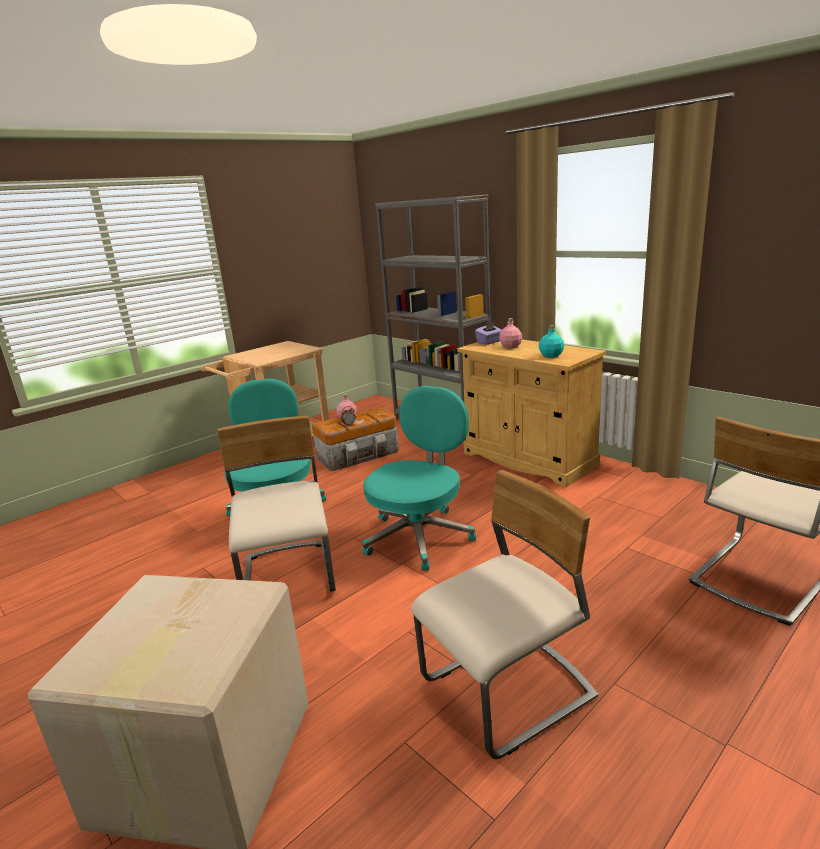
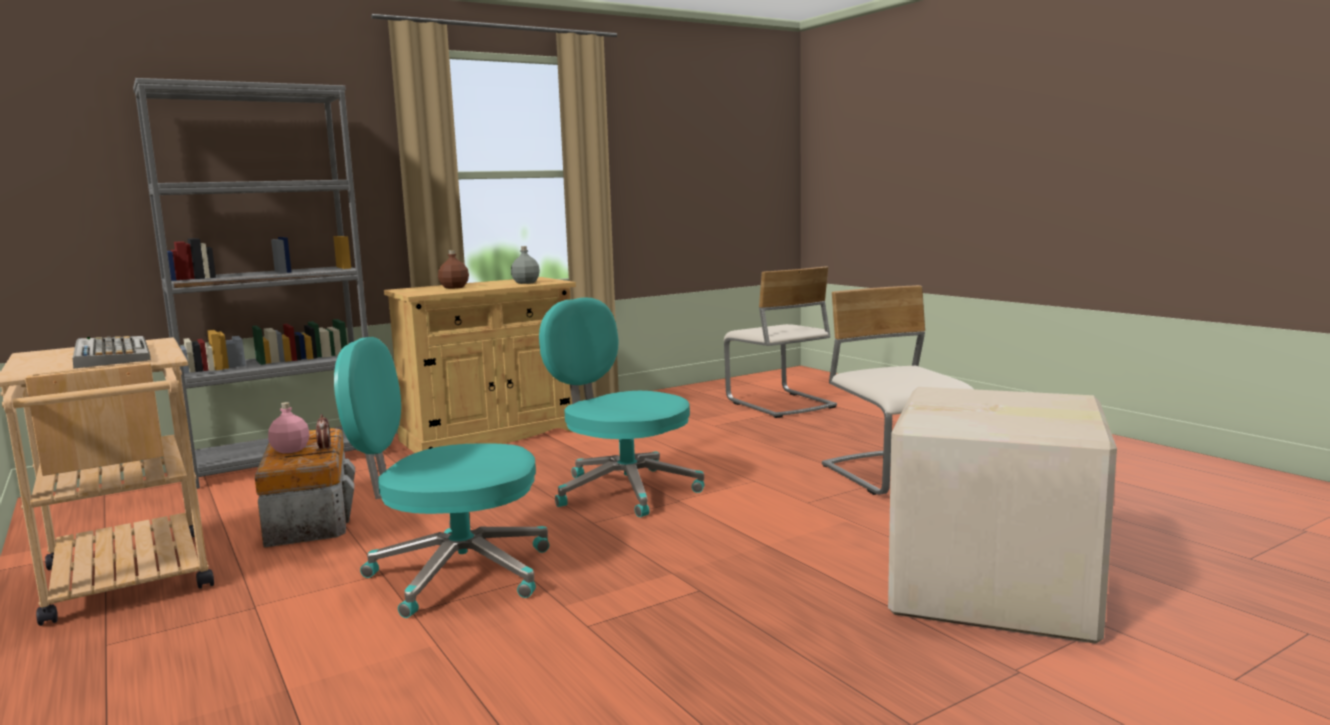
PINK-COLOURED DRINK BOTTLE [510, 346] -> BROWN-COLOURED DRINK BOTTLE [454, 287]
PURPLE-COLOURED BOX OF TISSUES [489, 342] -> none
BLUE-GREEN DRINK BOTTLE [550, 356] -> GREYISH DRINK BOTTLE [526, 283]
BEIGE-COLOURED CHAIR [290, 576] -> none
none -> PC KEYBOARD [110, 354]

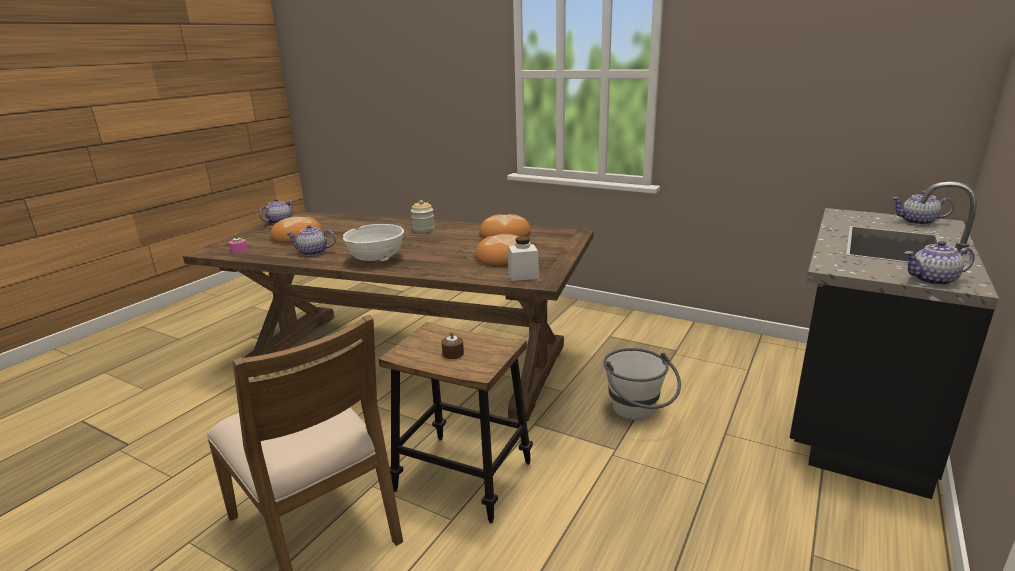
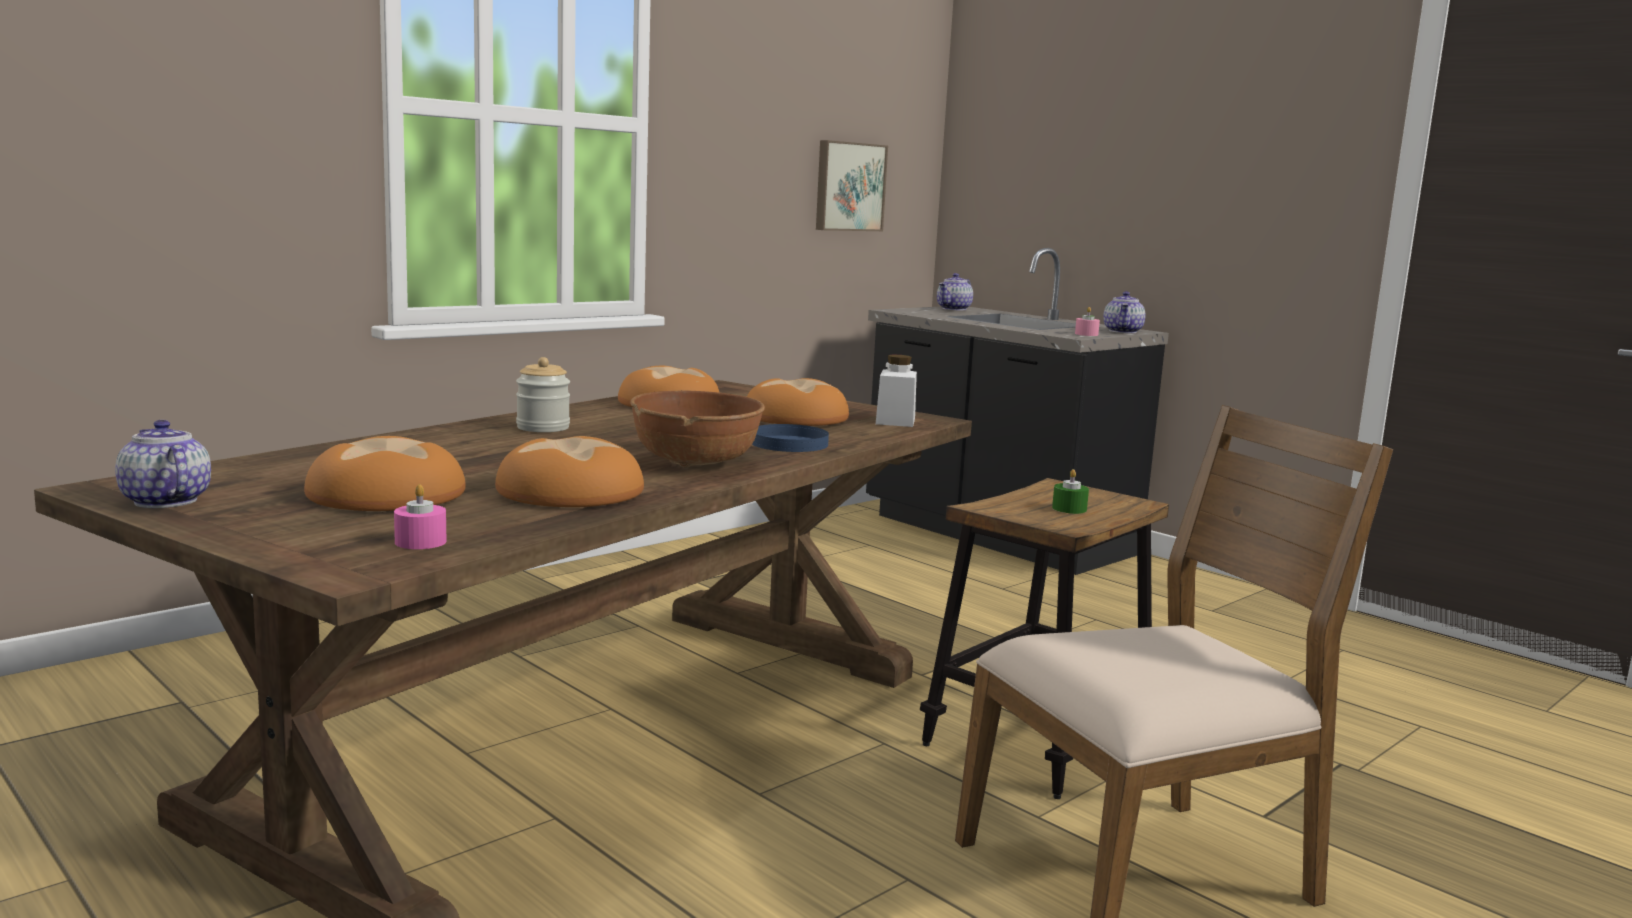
WHITISH DEEP DISH [376, 258] -> BROWN-COLOURED DEEP DISH [696, 463]
POT FOR TEA [313, 252] -> BREAD [572, 492]
BROWN-COLOURED WAX LIGHT [453, 353] -> GREEN WAX LIGHT [1069, 509]
WHITISH PAIL [637, 413] -> none
none -> WALL PICTURE [848, 186]
none -> PINK-COLOURED WAX LIGHT [1086, 334]
none -> BLUE DINNER PLATE [788, 443]

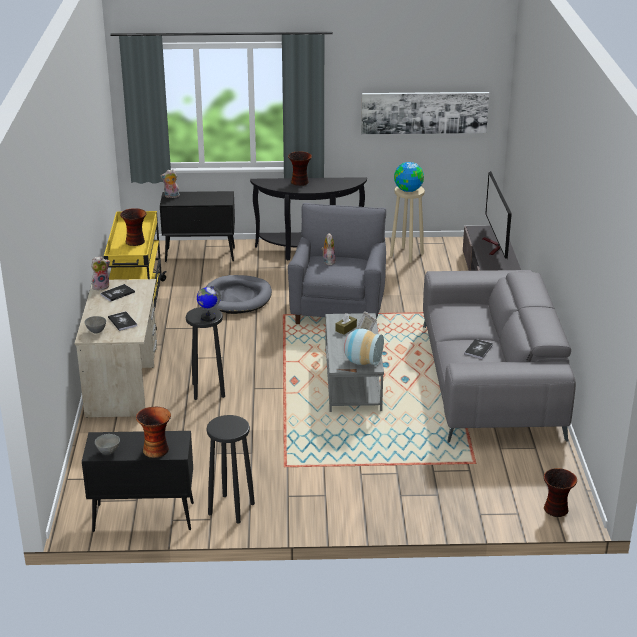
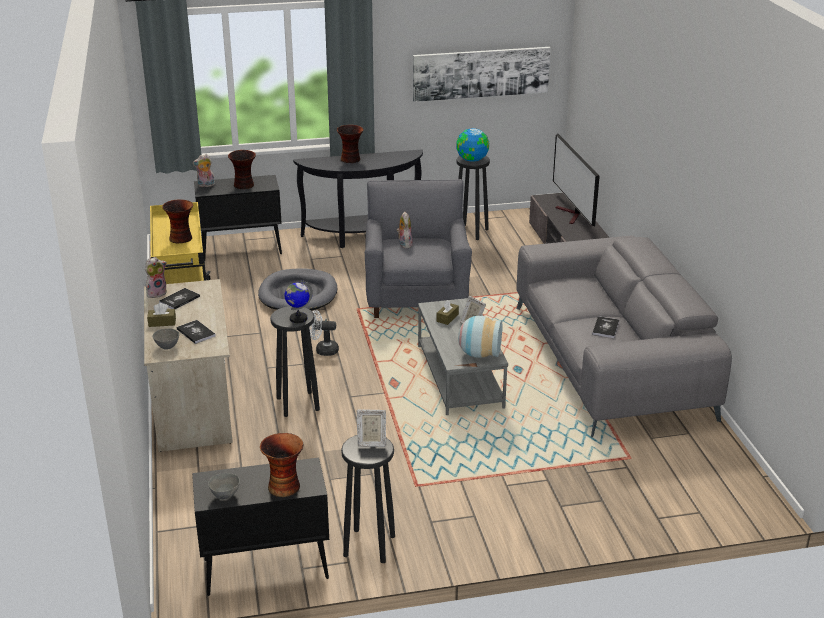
BEIGE-COLOURED SITTING STOOL [407, 255] -> BLACKISH SITTING STOOL [471, 232]
DECORATIVE VASE [556, 510] -> DECORATIVE VASE [244, 185], relocated
none -> BROWN-COLOURED BOX OF TISSUES [162, 322]
none -> WHITISH FAN [323, 350]
none -> PHOTO FRAME [371, 442]

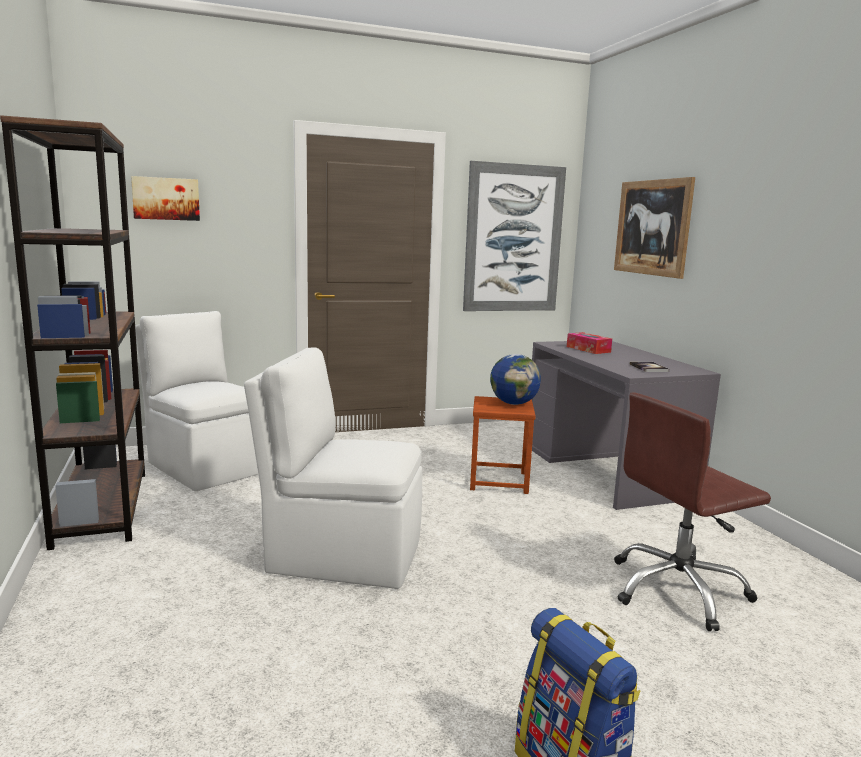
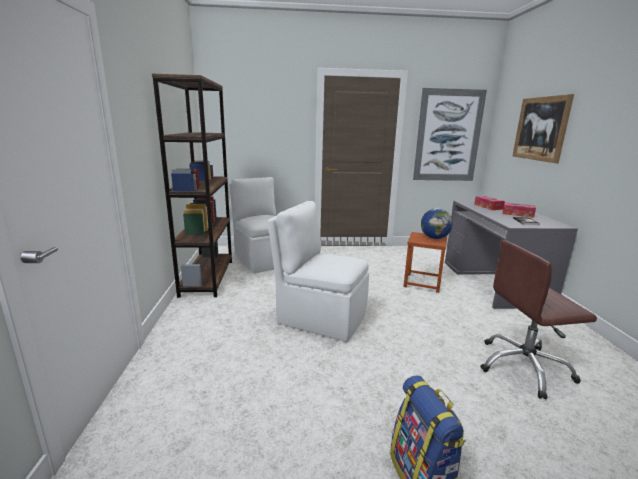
WALL PICTURE [166, 199] -> none
none -> BOX OF TISSUES [517, 214]

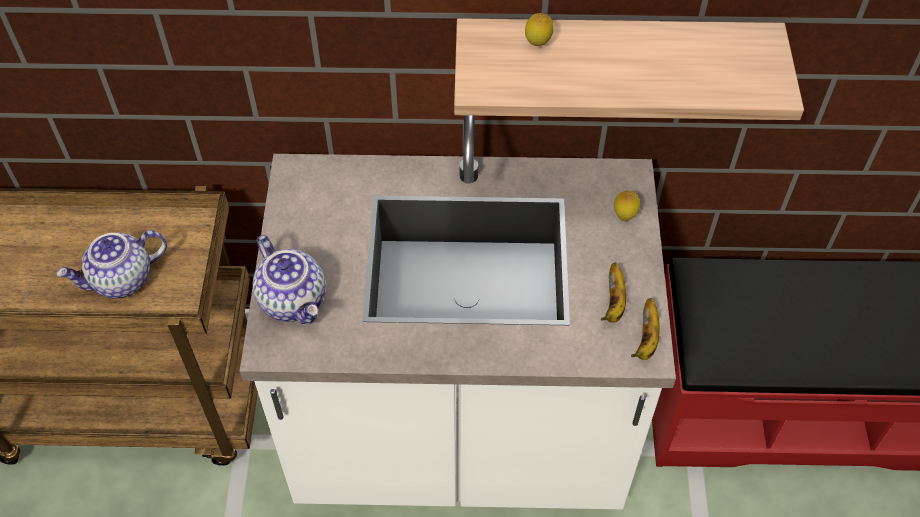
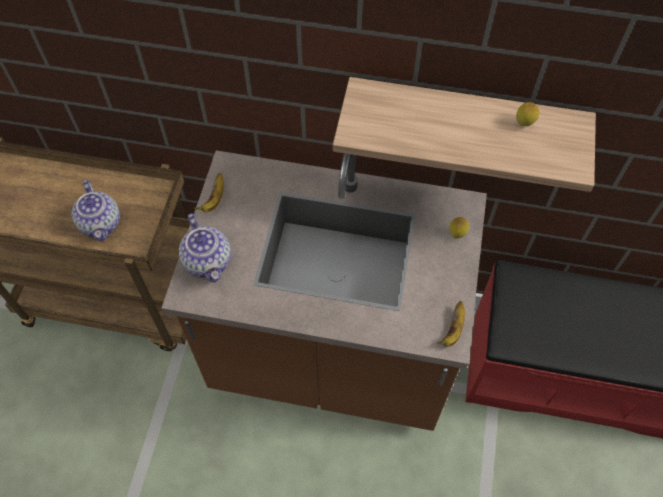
WHOLE LEMON [537, 44] -> WHOLE LEMON [524, 124], relocated
WHITISH KITCHEN BASE UNIT [460, 438] -> BROWN-COLOURED KITCHEN BASE UNIT [331, 358]
POT FOR TEA [122, 280] -> POT FOR TEA [101, 224], 90 degrees counterclockwise
BANANA [614, 303] -> BANANA [214, 200], relocated

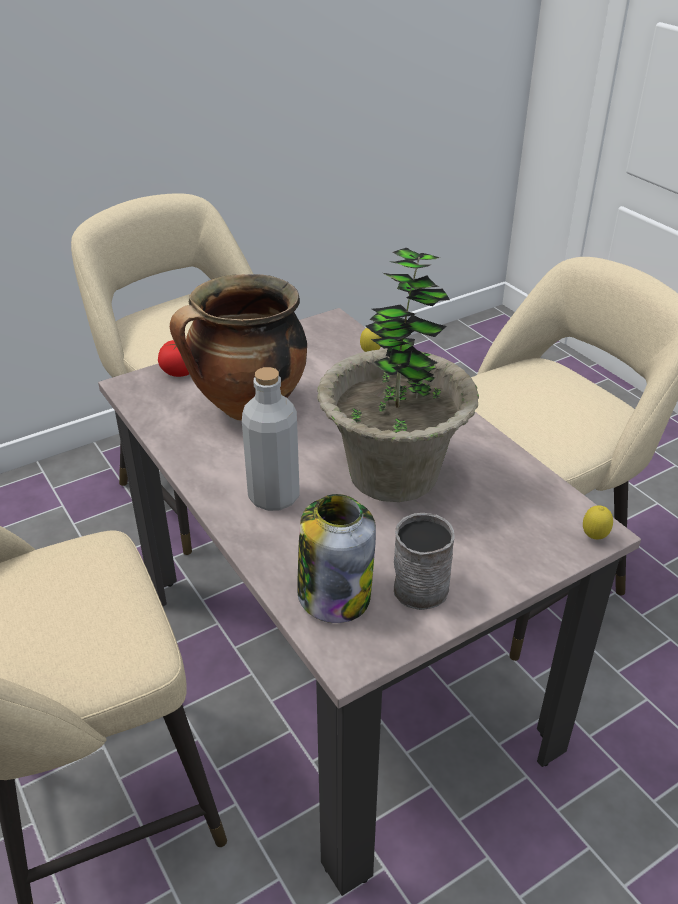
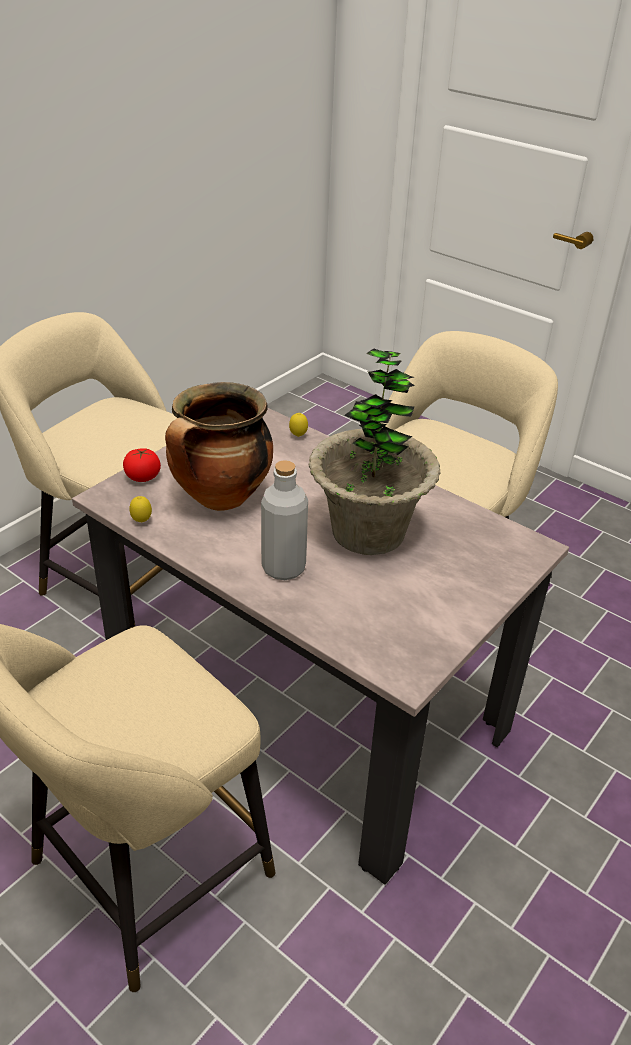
PRESERVE JAR [334, 594] -> none
WHOLE LEMON [594, 538] -> WHOLE LEMON [142, 521], relocated
GREYISH COFFEE MUG [422, 582] -> none

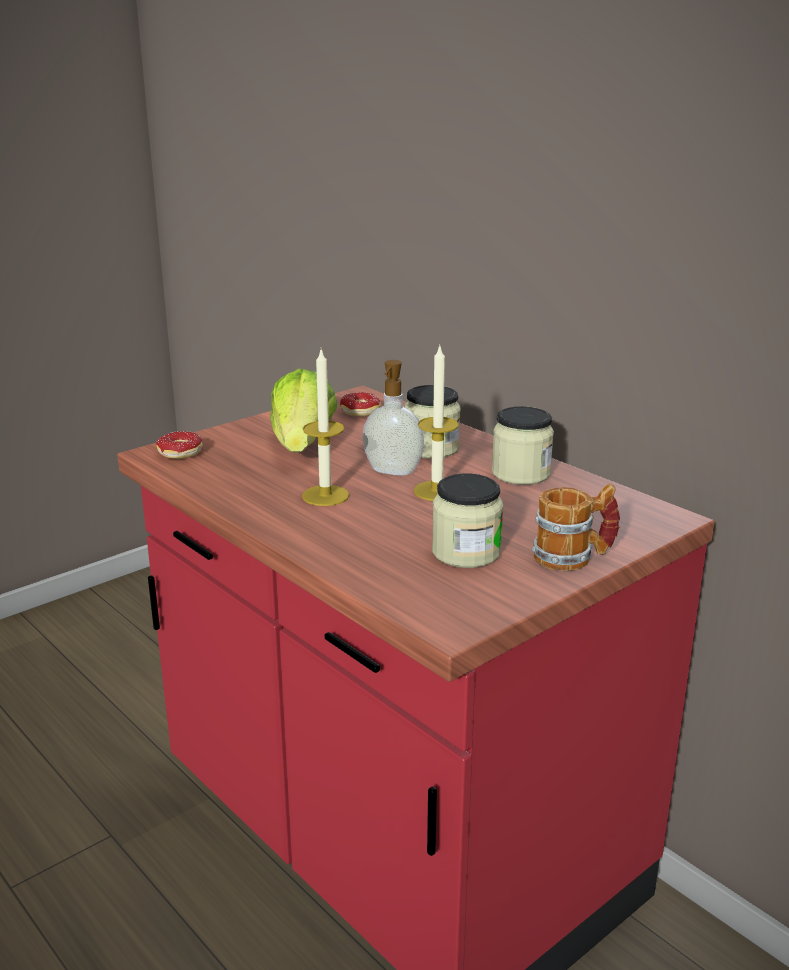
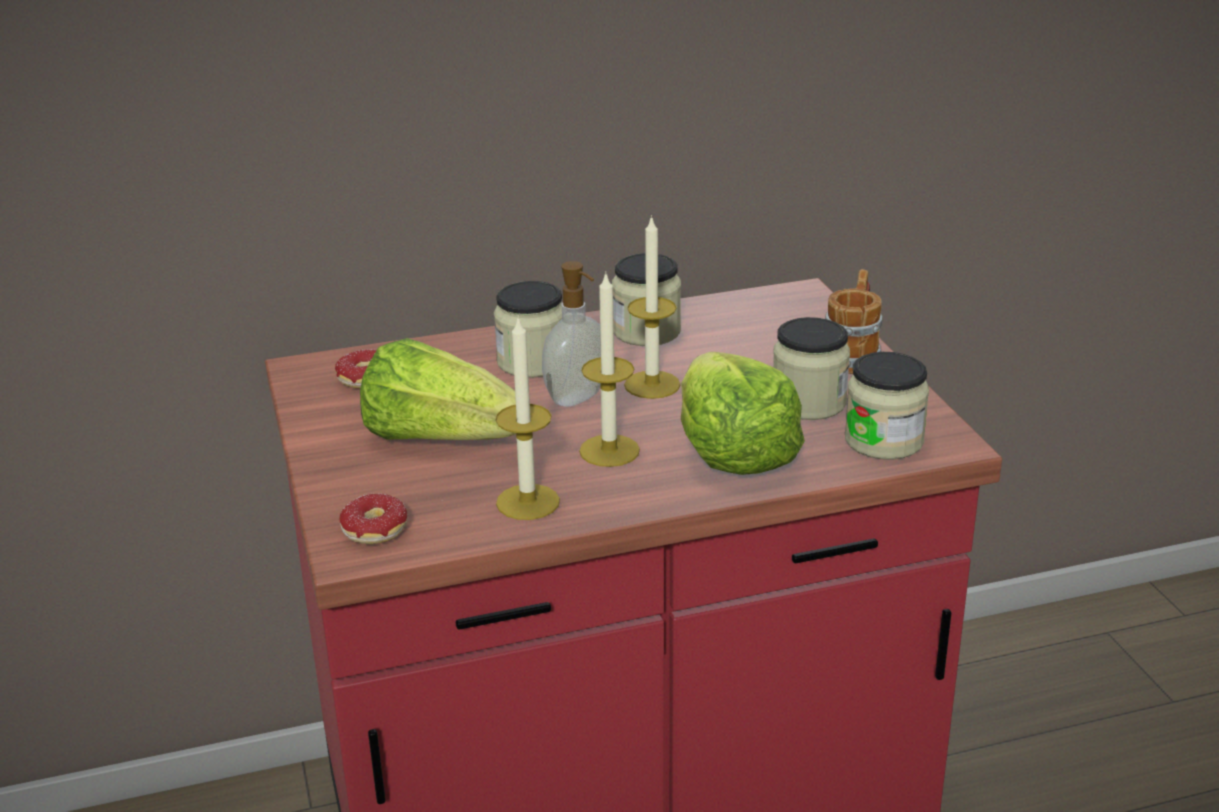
none -> WAX LIGHT [528, 502]
none -> LETTUCE [733, 452]
none -> PRESERVE JAR [883, 440]

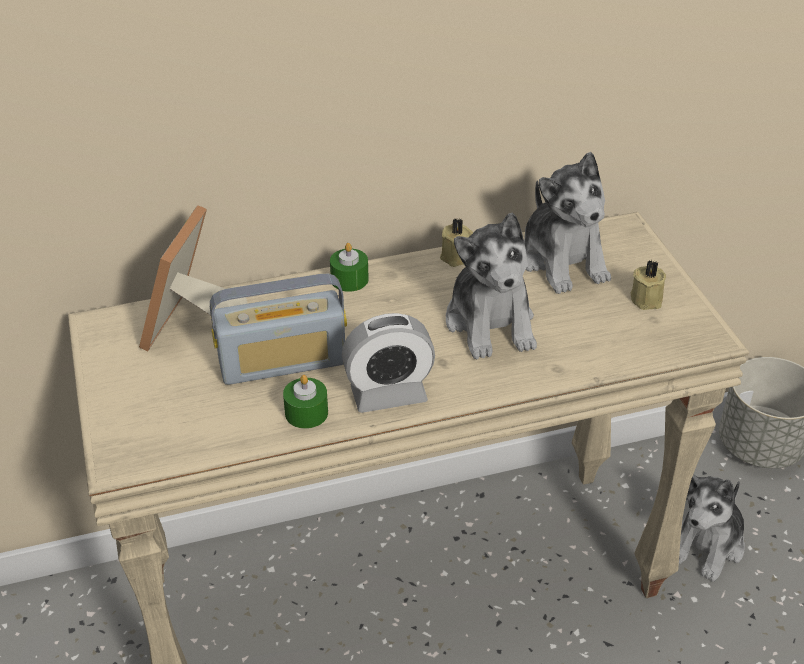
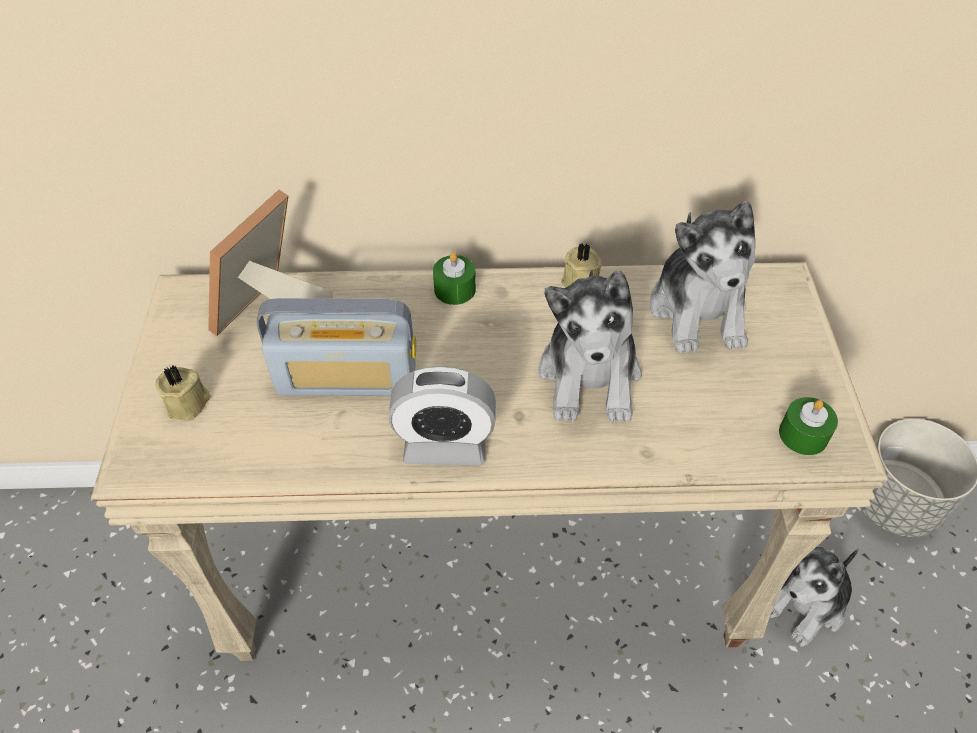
BEIGE-COLOURED WAX LIGHT [647, 298] -> BEIGE-COLOURED WAX LIGHT [189, 403], relocated
GREEN WAX LIGHT [306, 413] -> GREEN WAX LIGHT [803, 435], relocated

